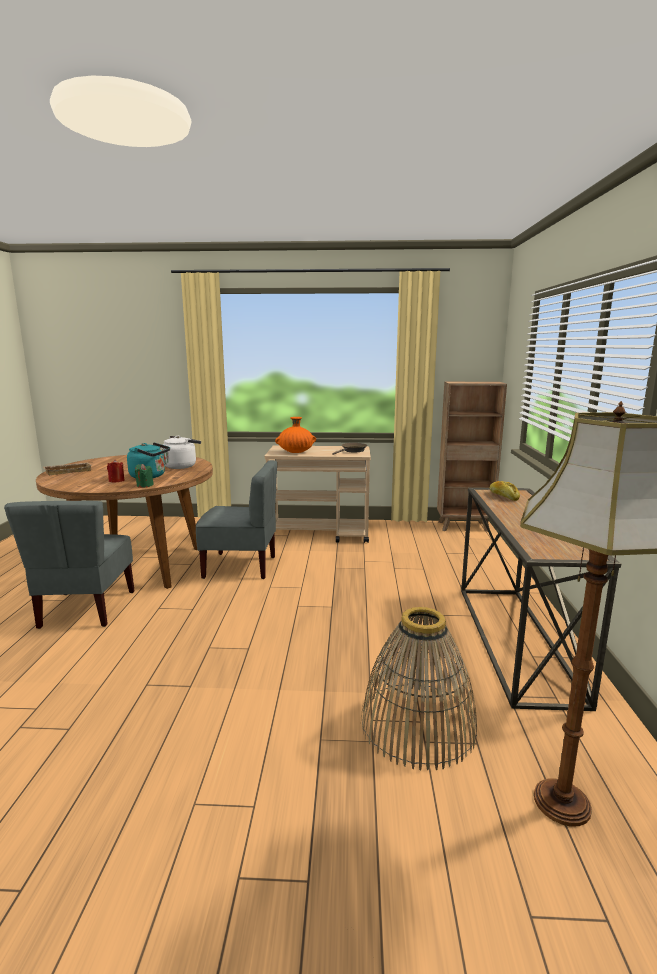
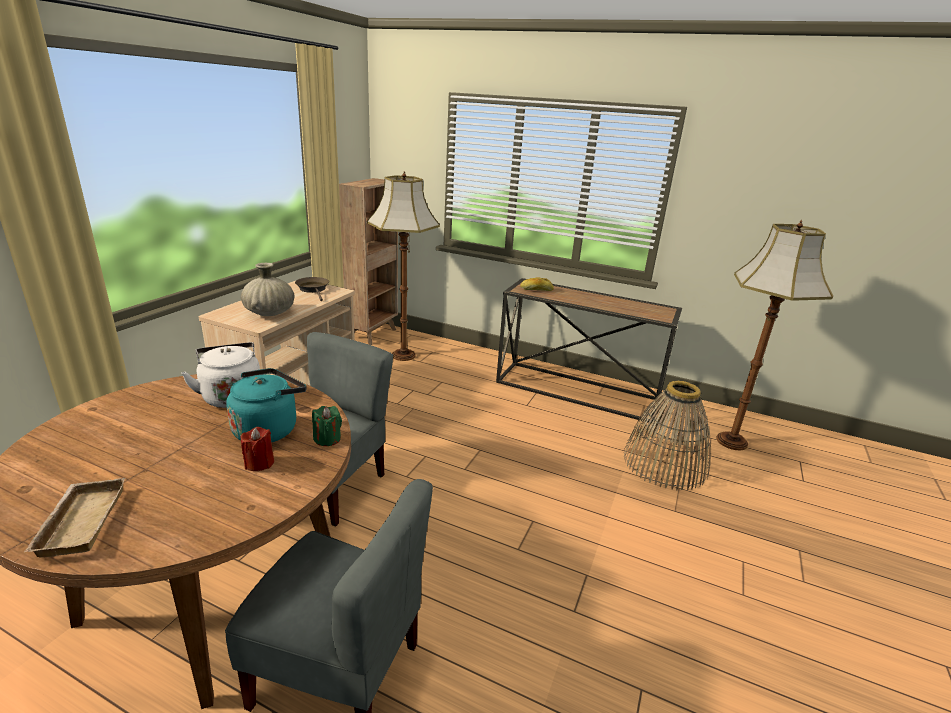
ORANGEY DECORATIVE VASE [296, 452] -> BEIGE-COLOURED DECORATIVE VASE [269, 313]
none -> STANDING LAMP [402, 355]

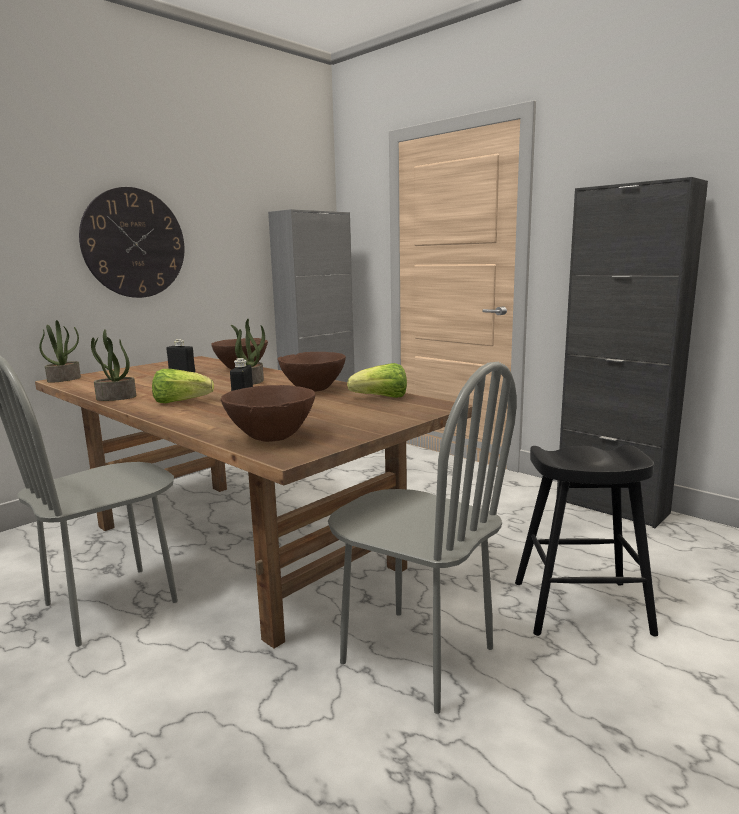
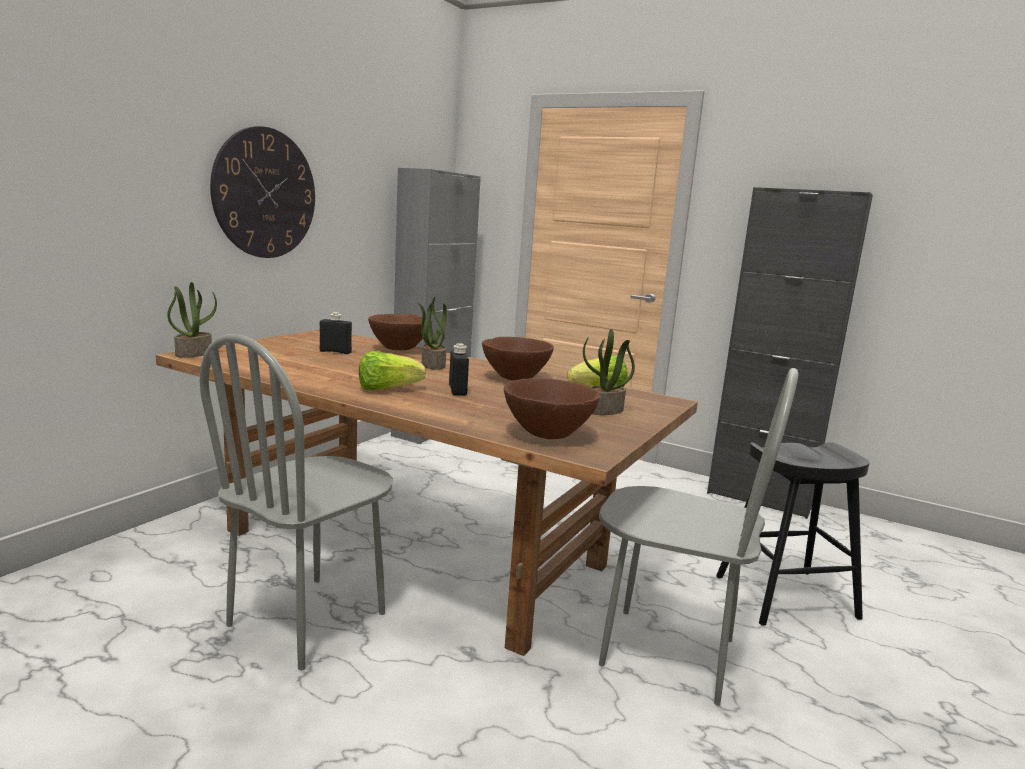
HOUSEPLANT [115, 398] -> HOUSEPLANT [603, 411], relocated

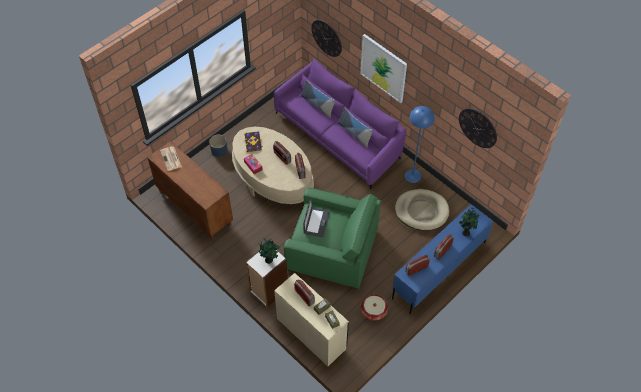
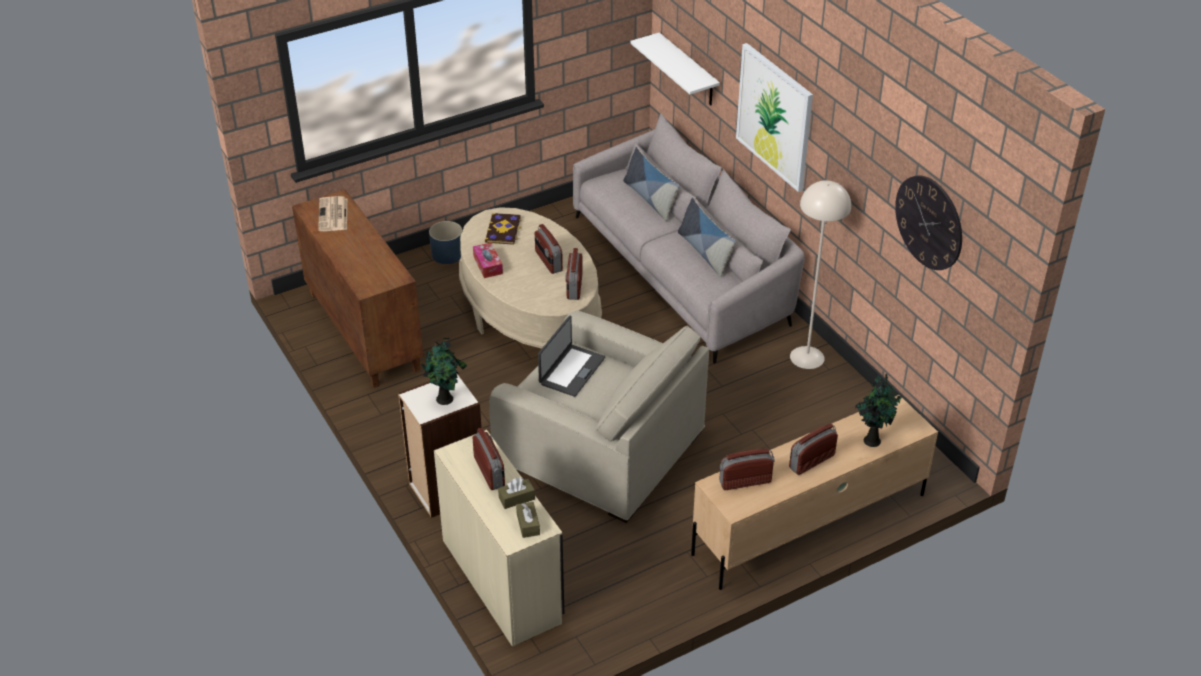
CLOCK ON THE WALL [326, 38] -> WHITISH SHELF [688, 70]
PURPLE-COLOURED COUCH [339, 136] -> GREYISH COUCH [683, 270]
BLUE STANDING LAMP [413, 176] -> BEIGE-COLOURED STANDING LAMP [807, 357]
GREEN ARMCHAIR [332, 249] -> BEIGE-COLOURED ARMCHAIR [600, 447]
BEIGE-COLOURED DOG CUSHION [421, 211] -> none
BLUE TV UNIT [438, 270] -> BEIGE-COLOURED TV UNIT [808, 524]
HOUSEHOLD BASKET [373, 311] -> none

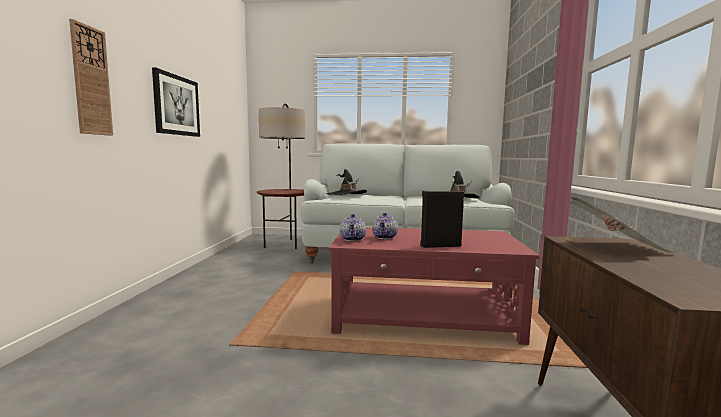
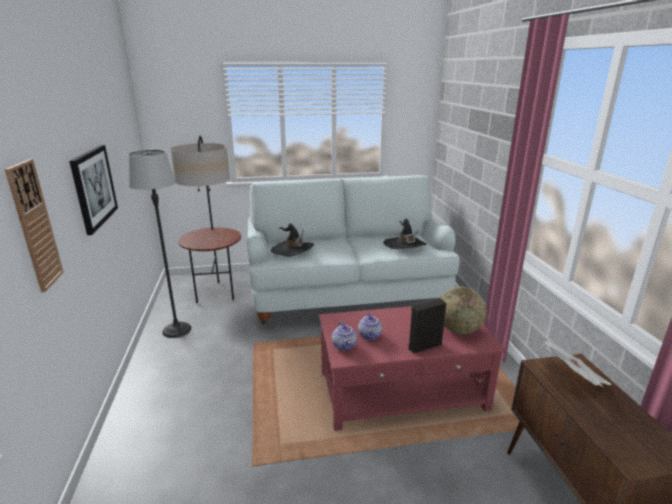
none -> STANDING LAMP [177, 330]
none -> GLOBE [459, 330]

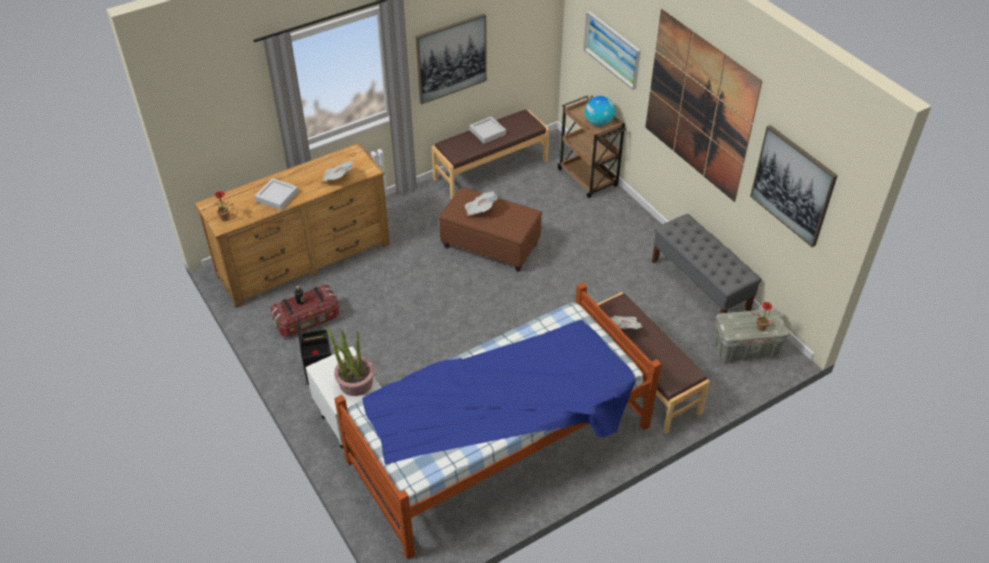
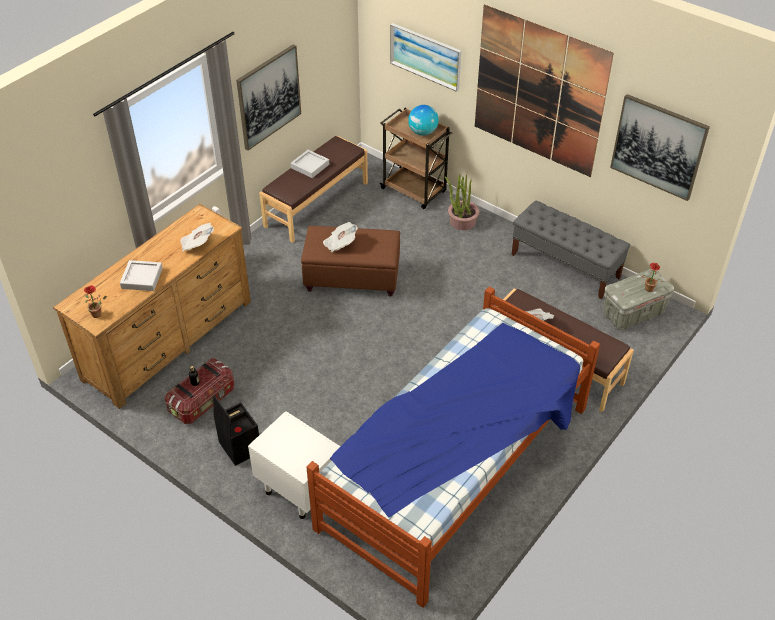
HOUSEPLANT [355, 383] -> HOUSEPLANT [462, 221], relocated

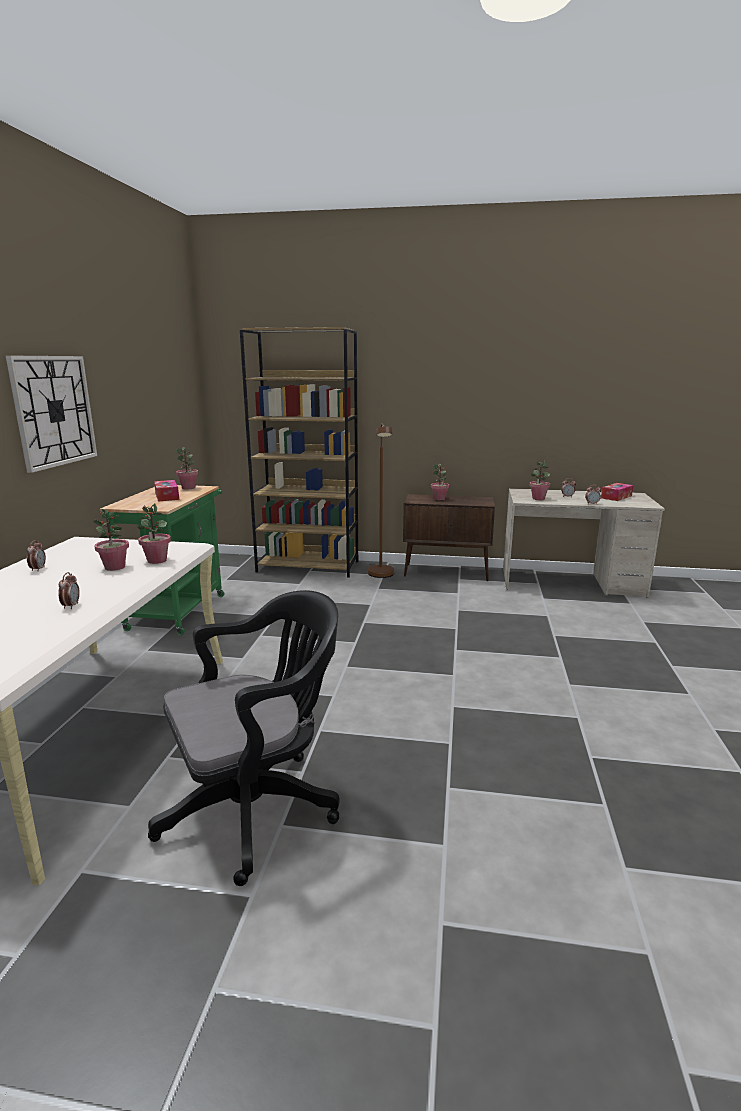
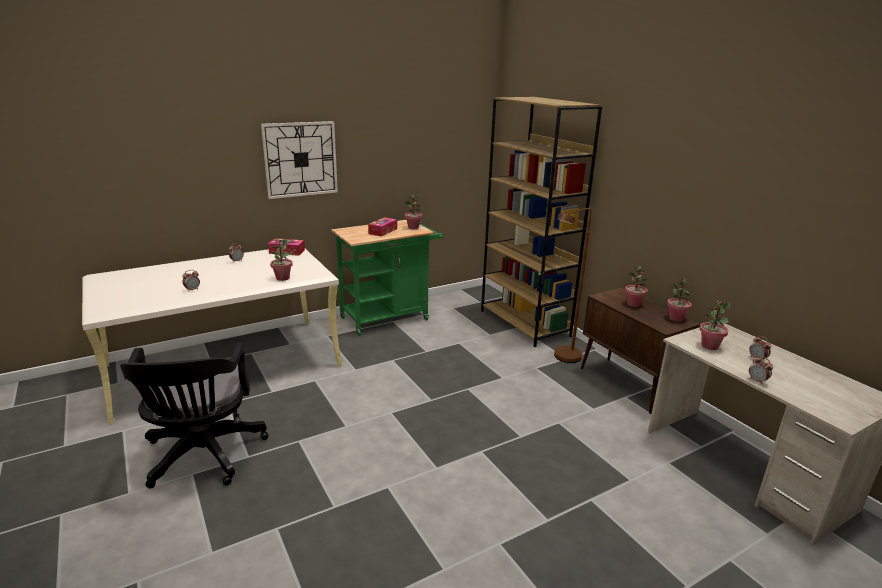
BOX OF TISSUES [616, 497] -> BOX OF TISSUES [287, 251], relocated
HOUSEPLANT [115, 567] -> HOUSEPLANT [676, 318], relocated
BLACKISH OFFICE CHAIR [257, 807] -> BLACKISH OFFICE CHAIR [203, 457], 60 degrees clockwise

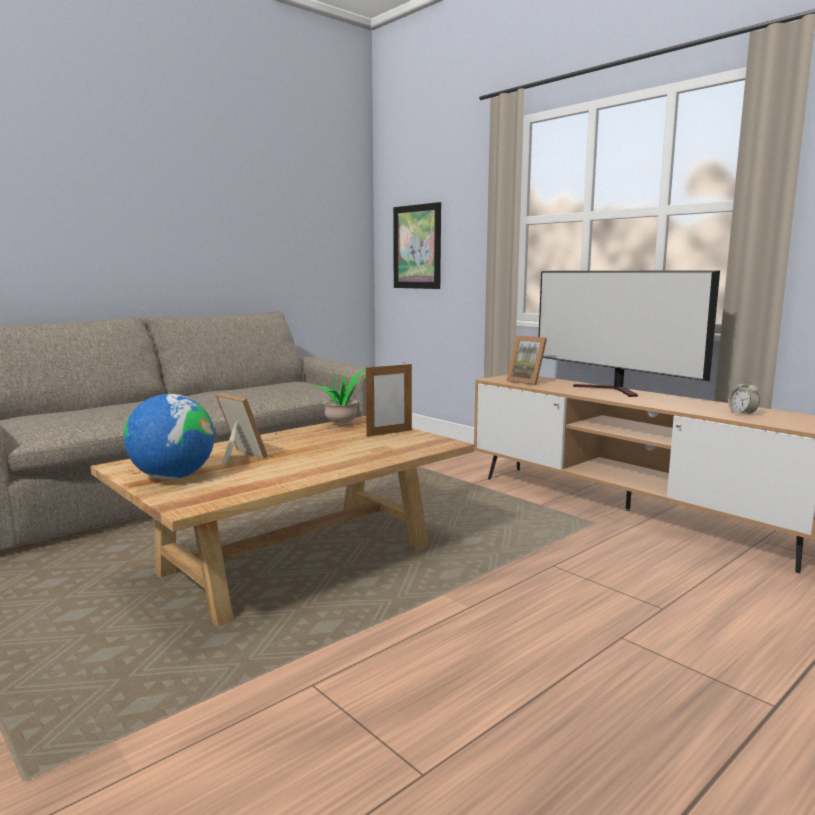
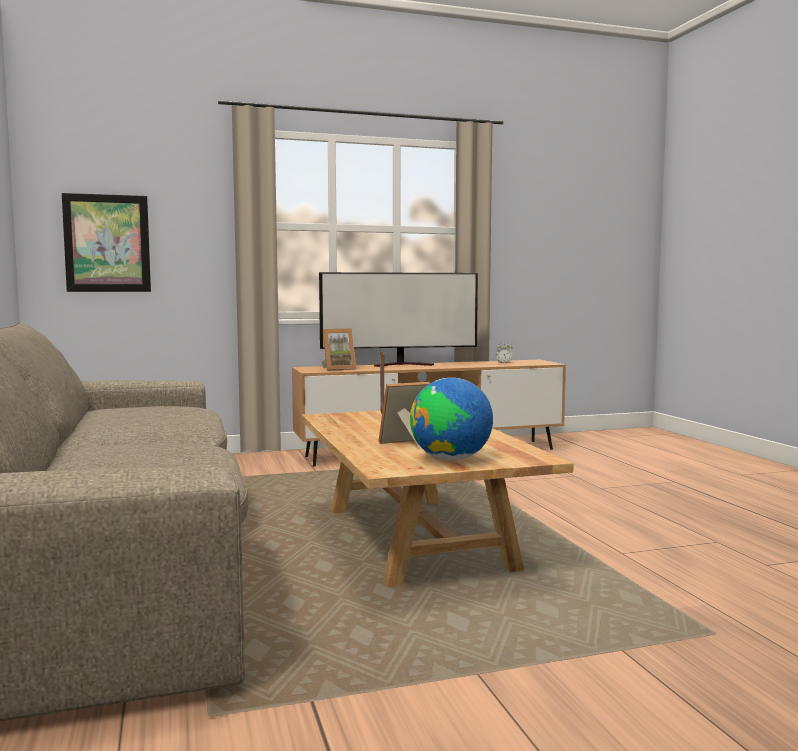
HOUSEPLANT [343, 424] -> none

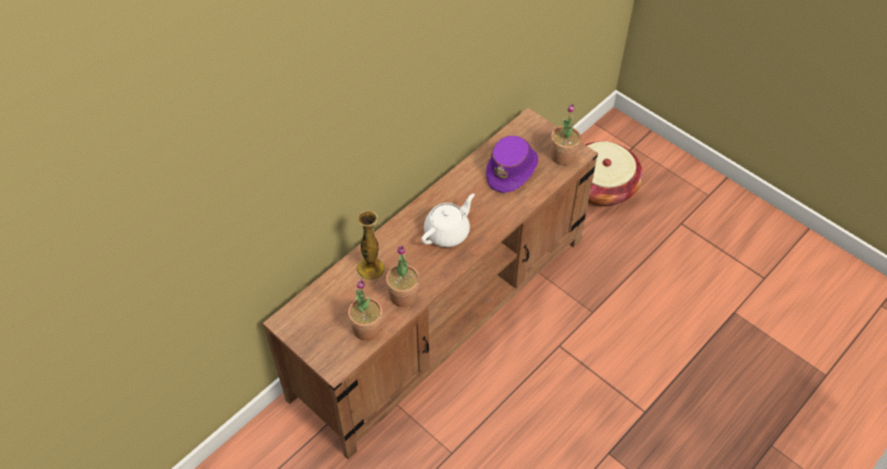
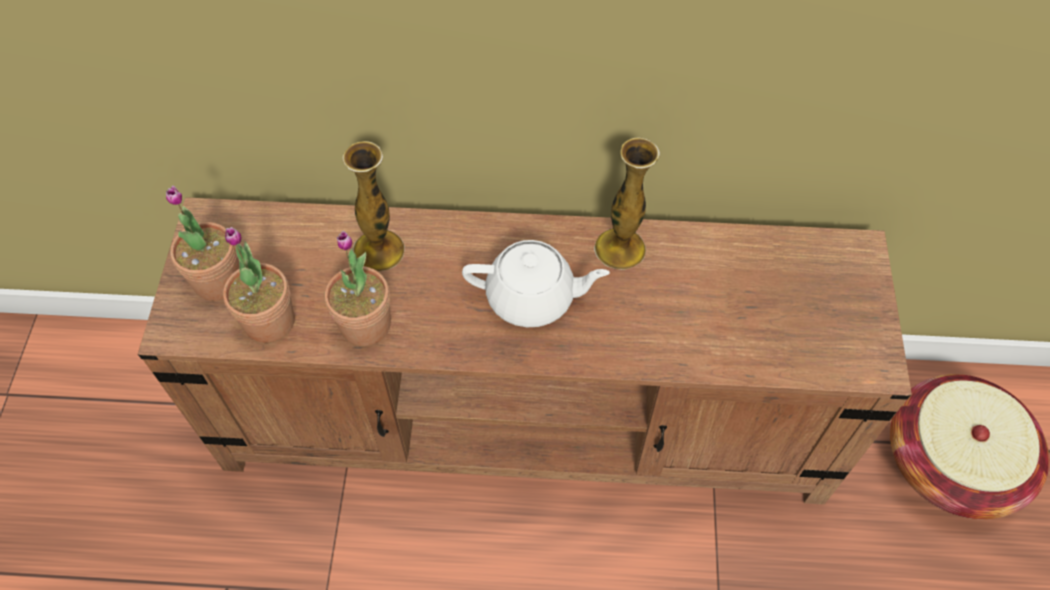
HOUSEPLANT [562, 156] -> HOUSEPLANT [218, 280], relocated
PURPLE-COLOURED HAT [512, 169] -> none
none -> DECORATIVE VASE [620, 249]

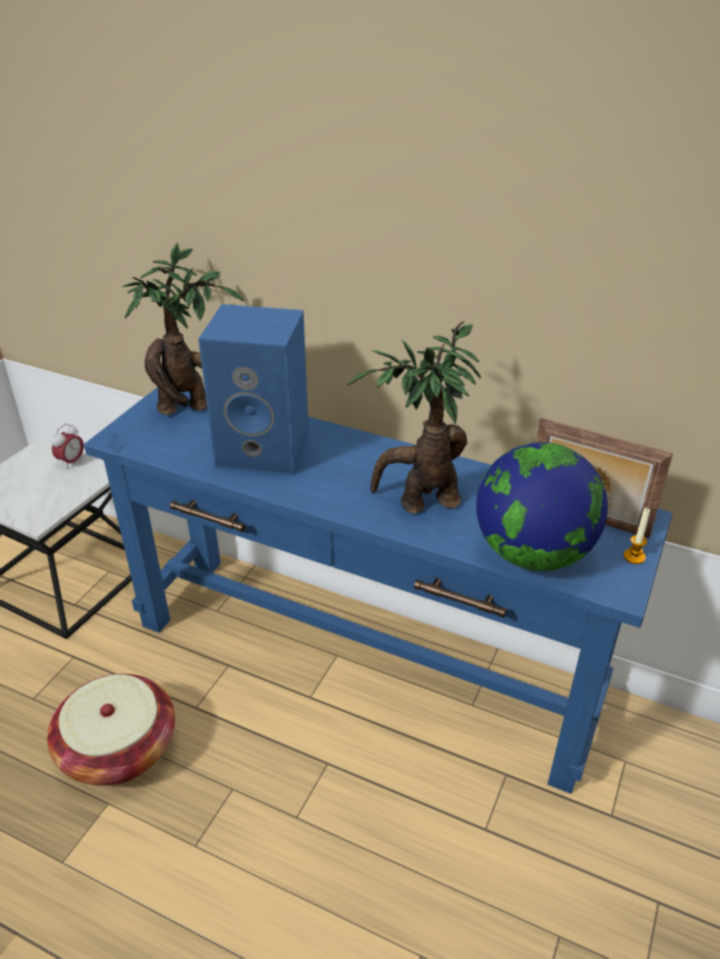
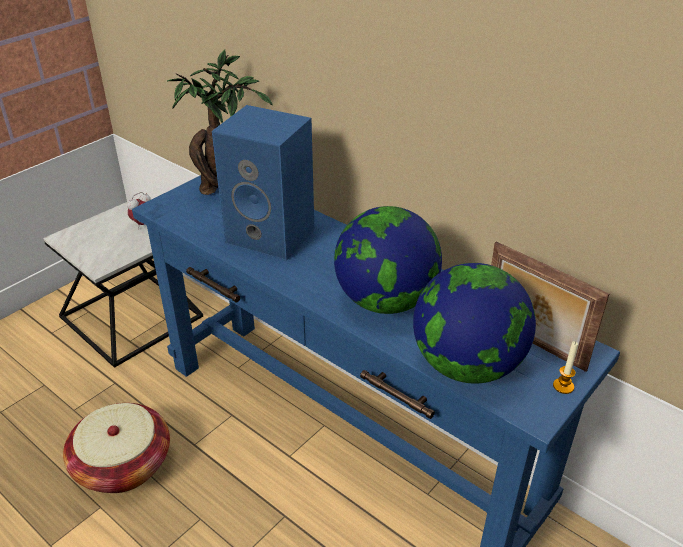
HOUSEPLANT [421, 501] -> GLOBE [385, 301]

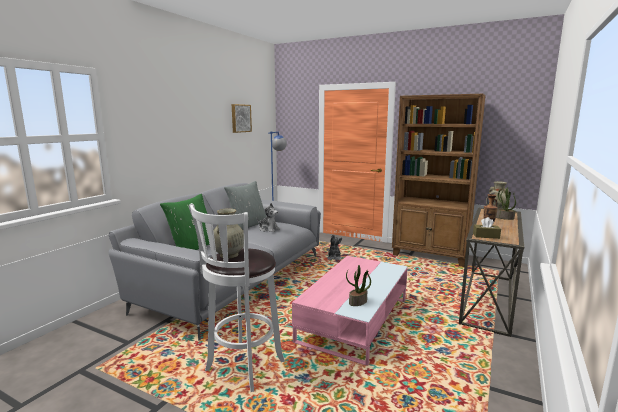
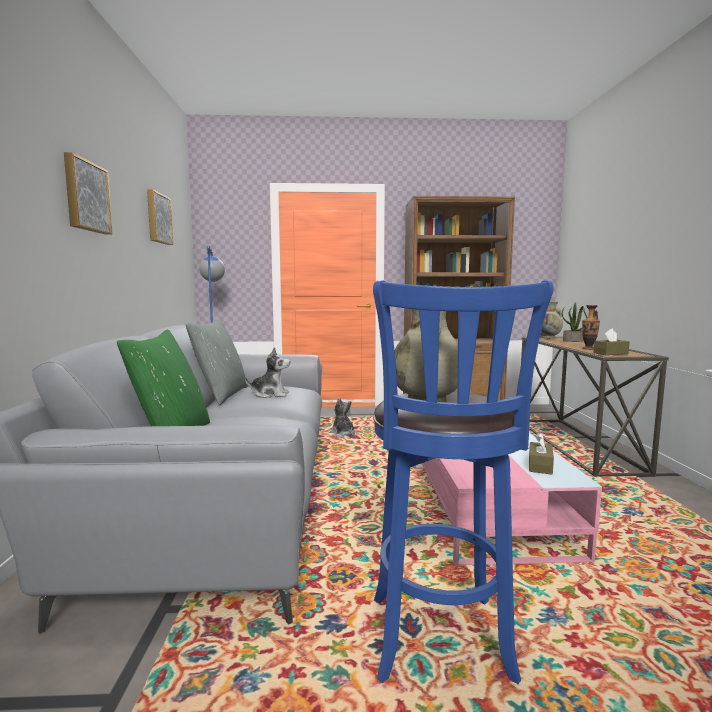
WHITISH SITTING STOOL [242, 368] -> BLUE SITTING STOOL [440, 644]
HOUSEPLANT [358, 302] -> BROWN-COLOURED BOX OF TISSUES [540, 465]
none -> WALL PICTURE [86, 196]

